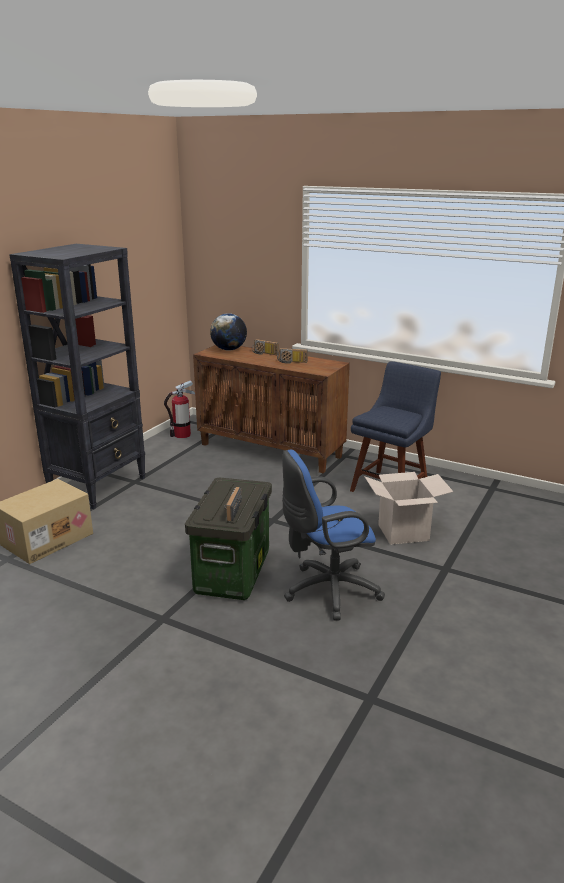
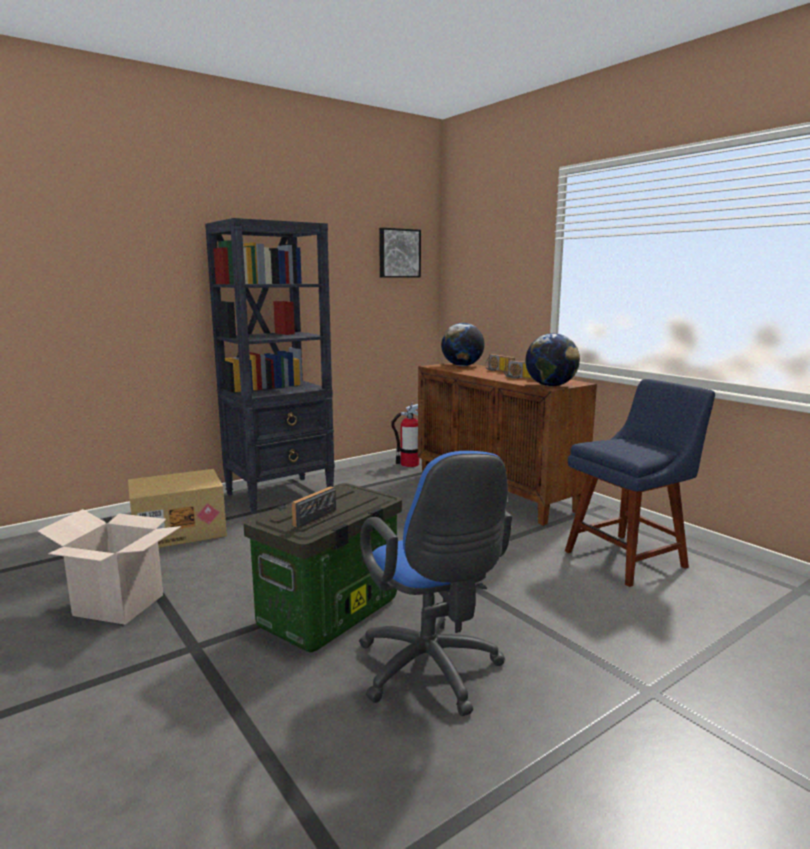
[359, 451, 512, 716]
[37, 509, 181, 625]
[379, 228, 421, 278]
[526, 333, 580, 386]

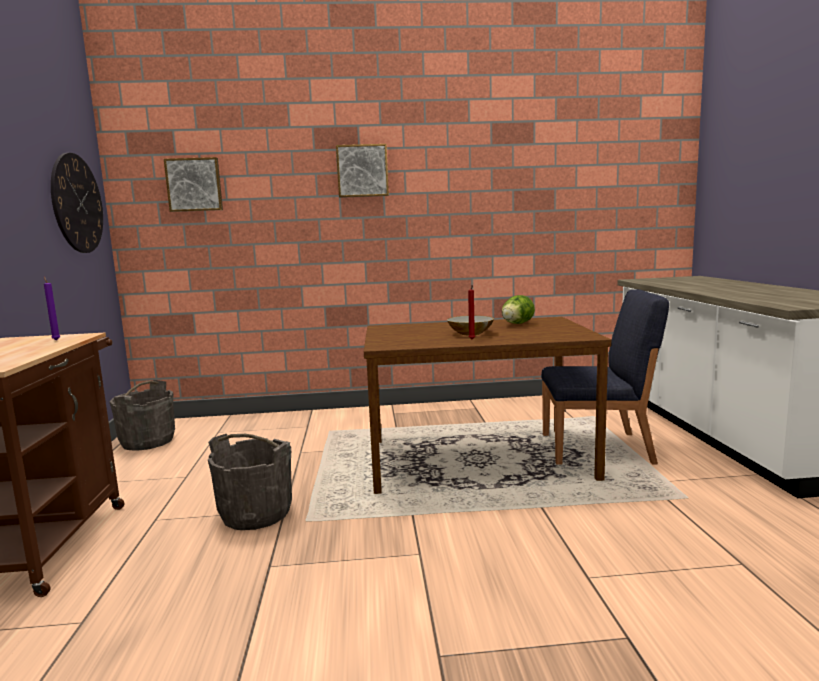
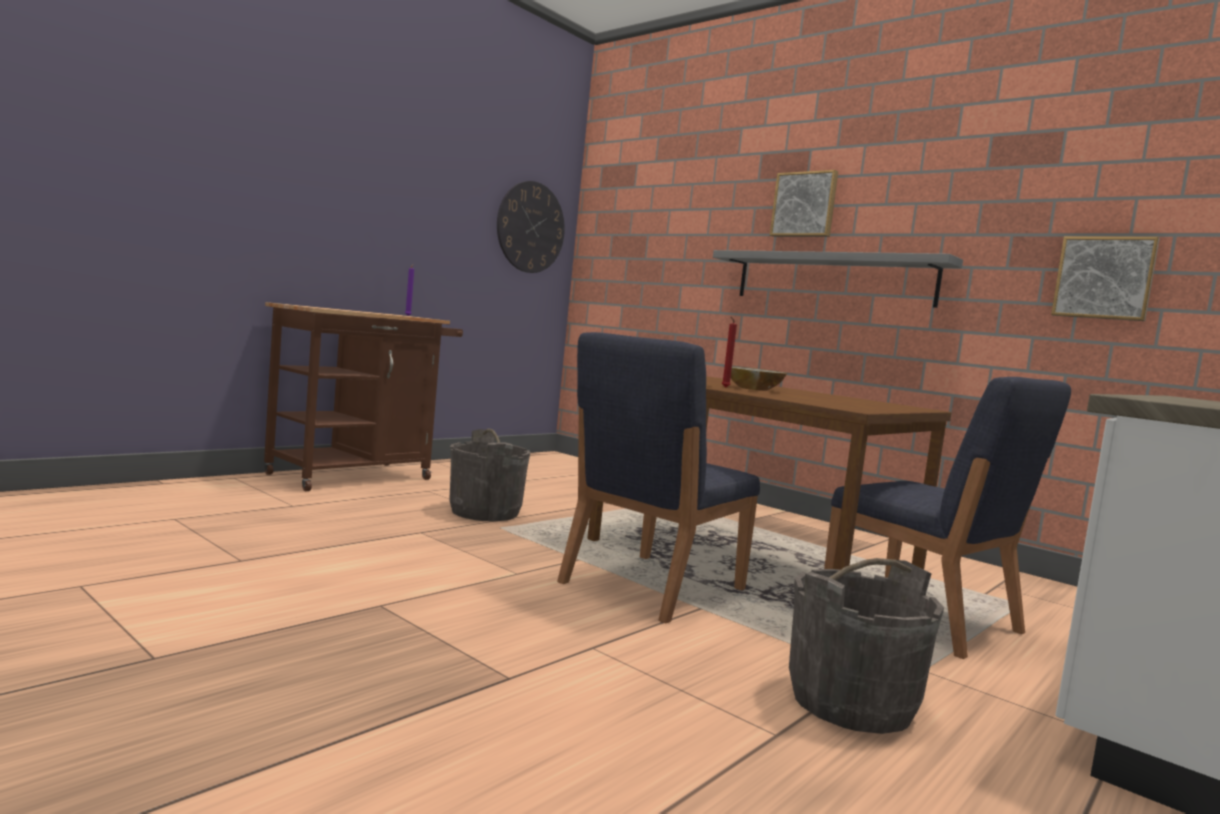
[1051, 237, 1160, 321]
[502, 295, 535, 324] (first image)
[789, 558, 944, 734]
[713, 250, 963, 308]
[557, 332, 760, 623]

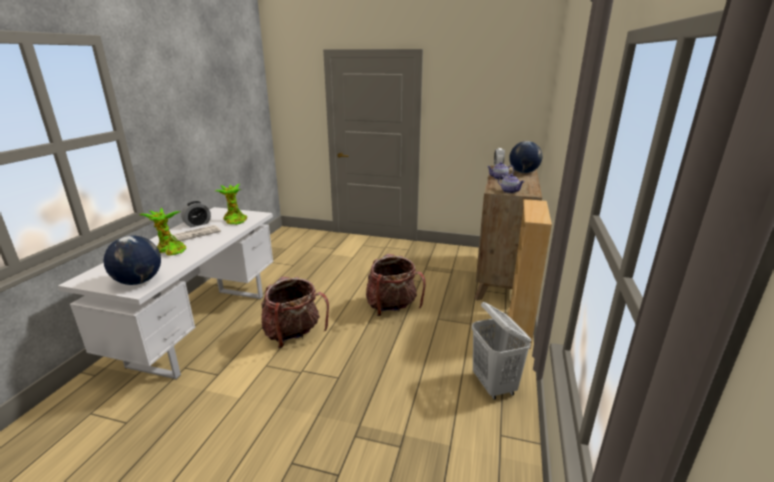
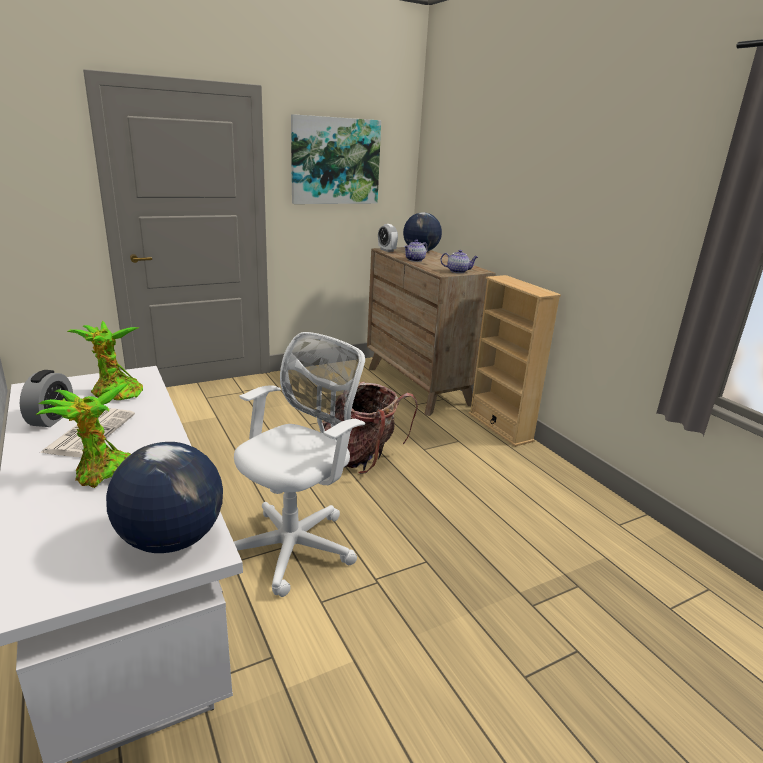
[233, 332, 365, 597]
[472, 302, 531, 400] (first image)
[291, 114, 381, 204]

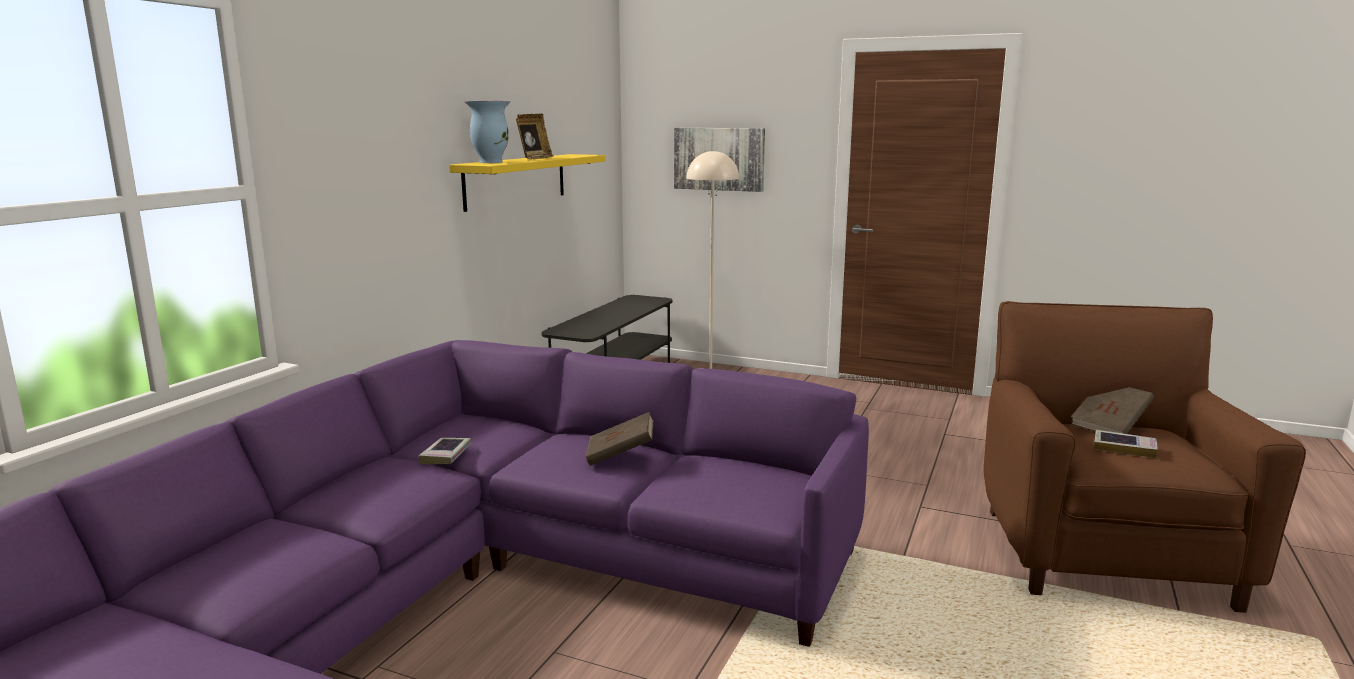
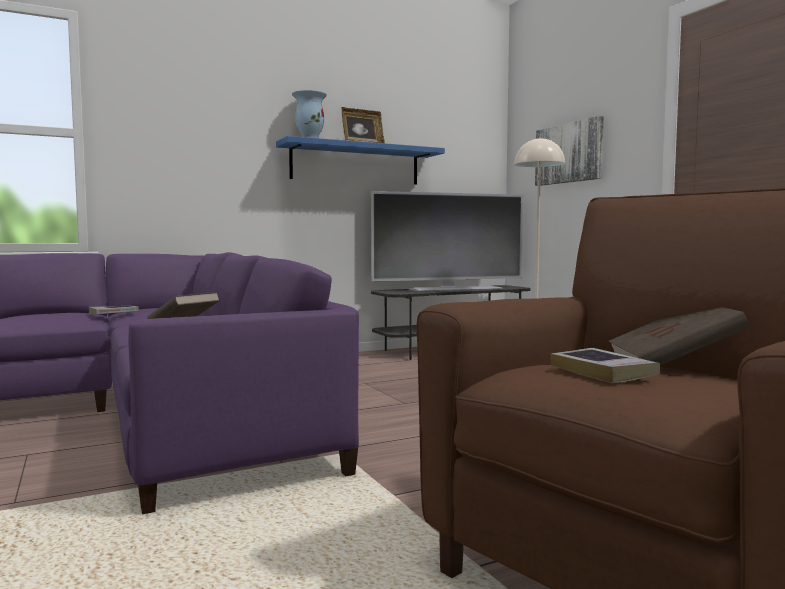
[276, 136, 445, 185]
[371, 191, 523, 292]

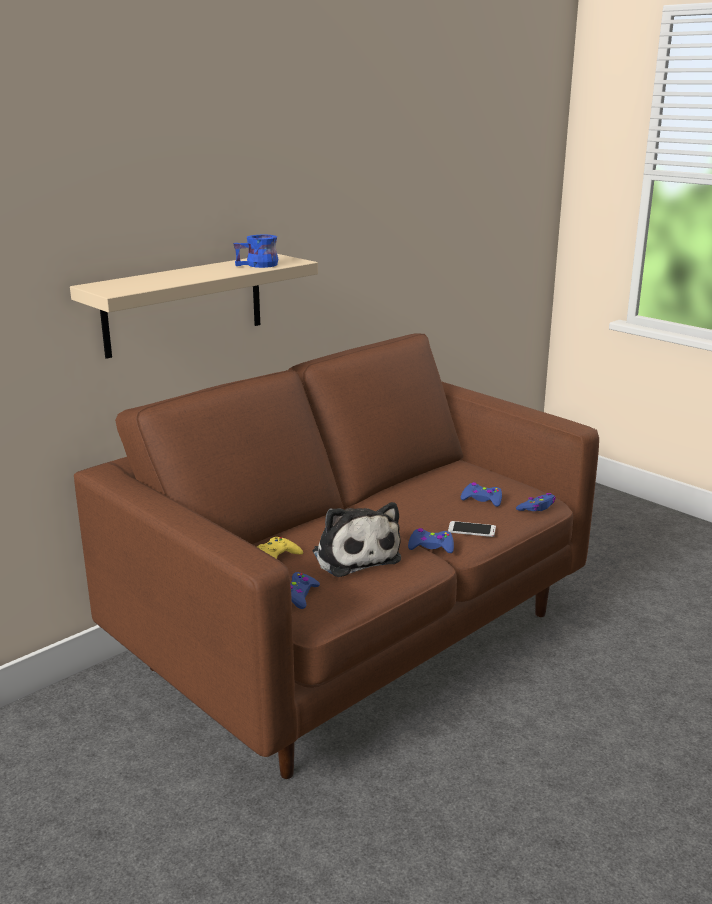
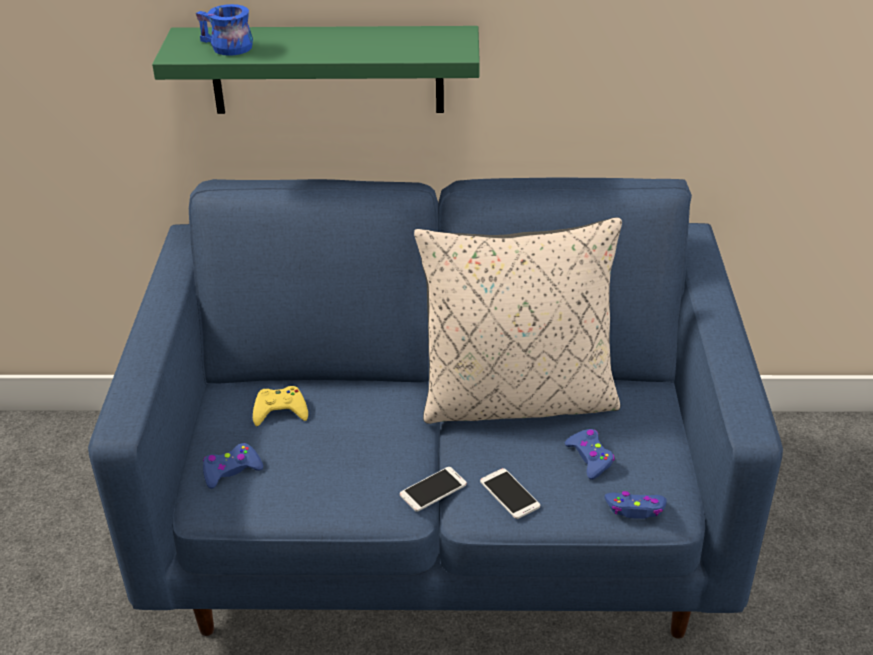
[196, 4, 253, 56]
[152, 26, 480, 114]
[88, 177, 783, 639]
[313, 502, 401, 577] (first image)
[400, 467, 467, 512]
[414, 217, 622, 424]

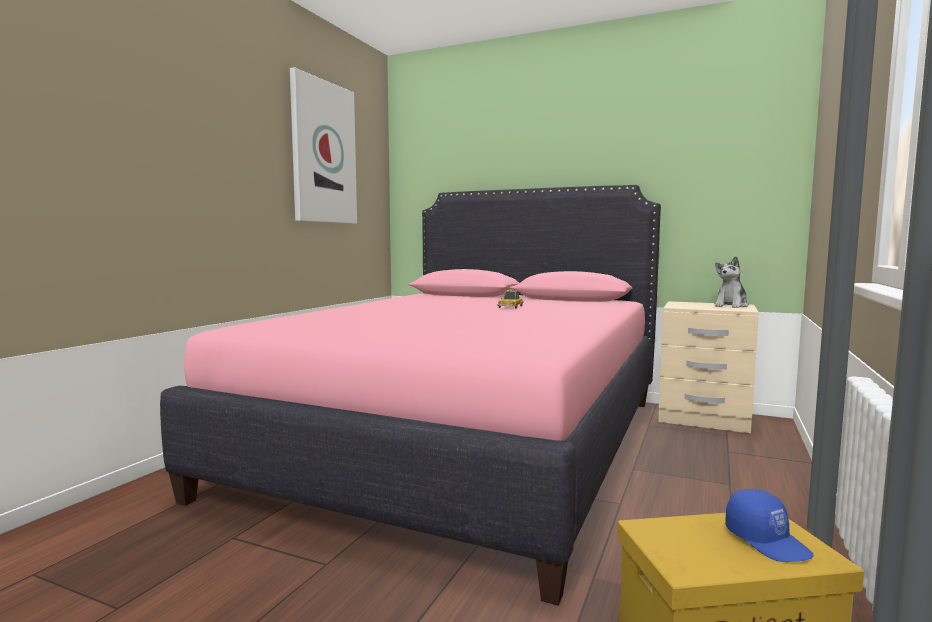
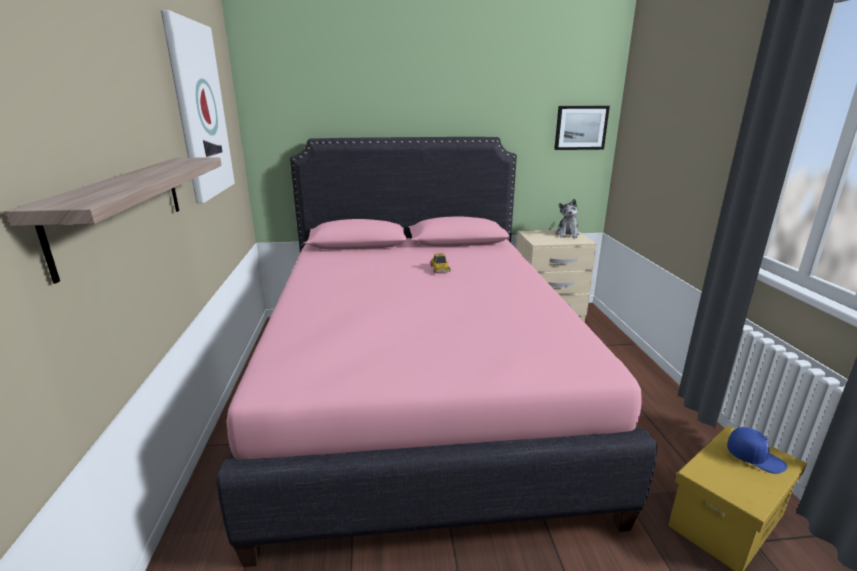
[554, 106, 610, 150]
[6, 157, 222, 284]

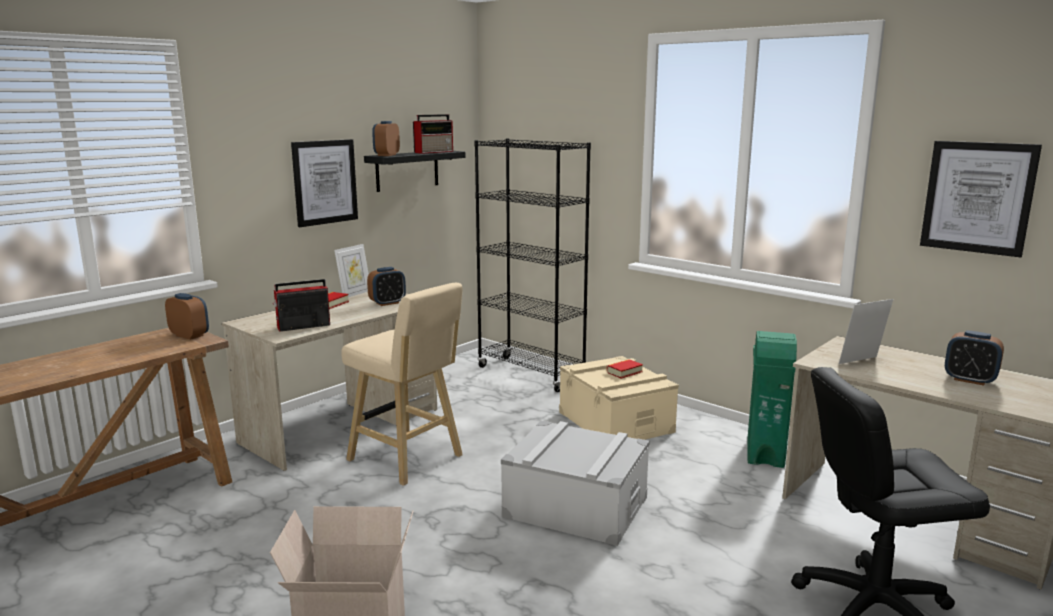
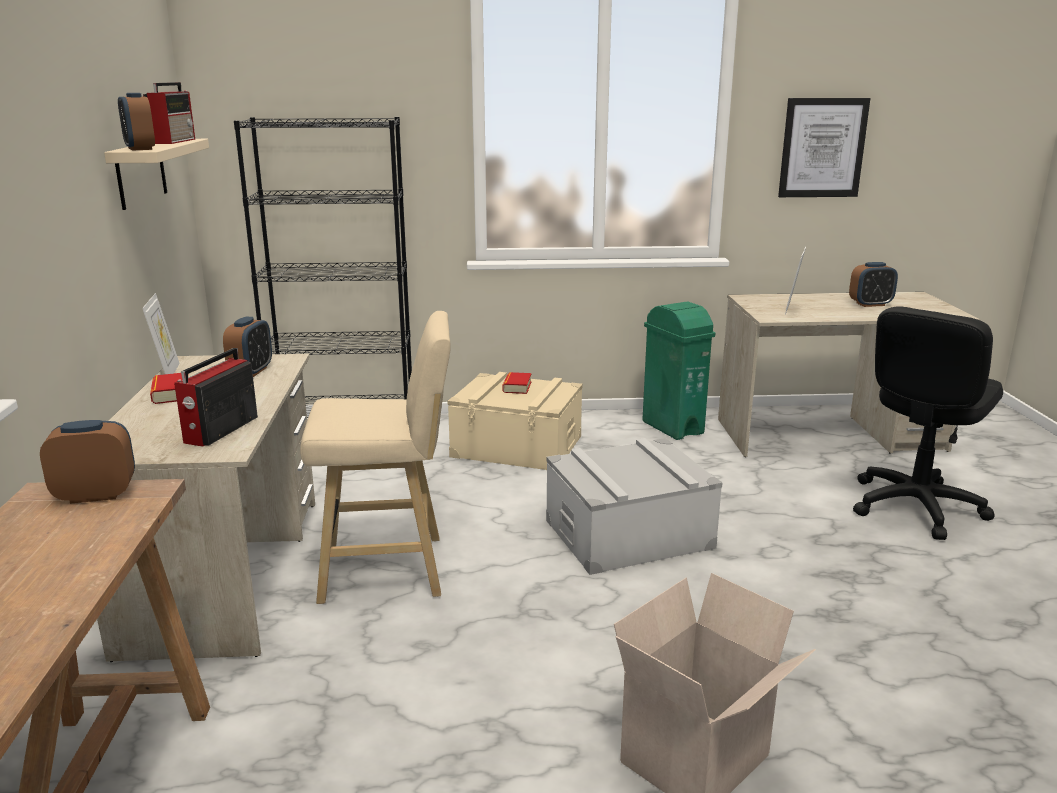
[291, 139, 358, 227] (first image)
[104, 139, 209, 210]

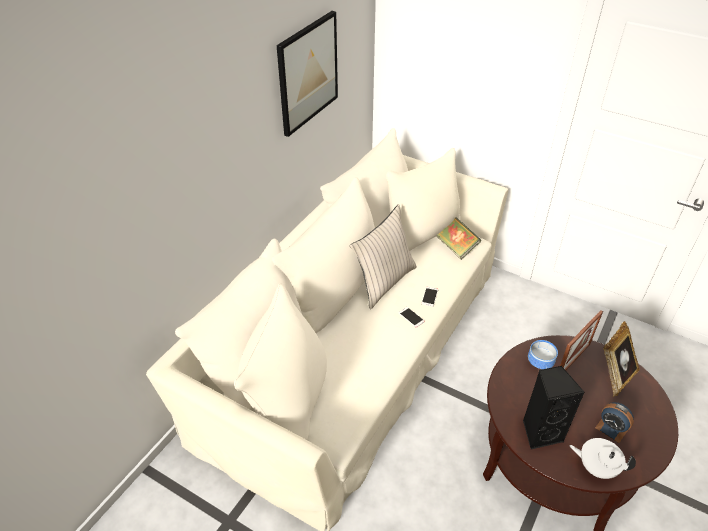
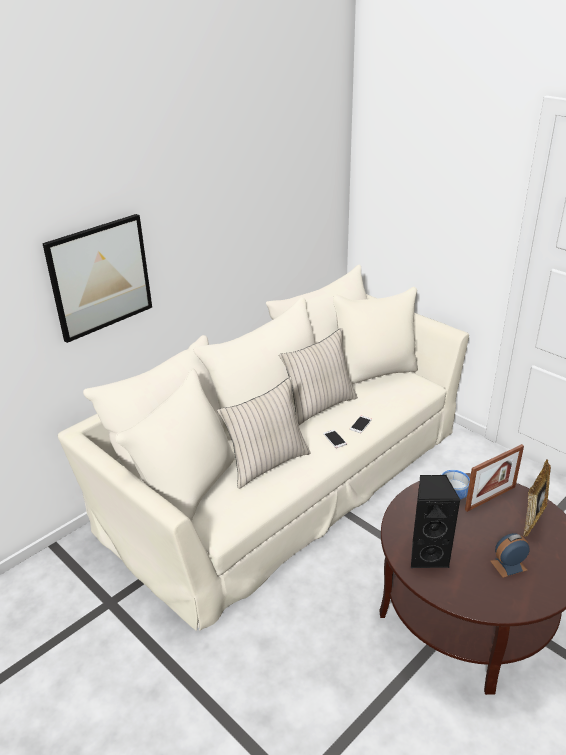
[42, 214, 152, 343]
[437, 217, 481, 260] (first image)
[490, 533, 530, 578]
[570, 438, 636, 479] (first image)
[217, 377, 311, 489]

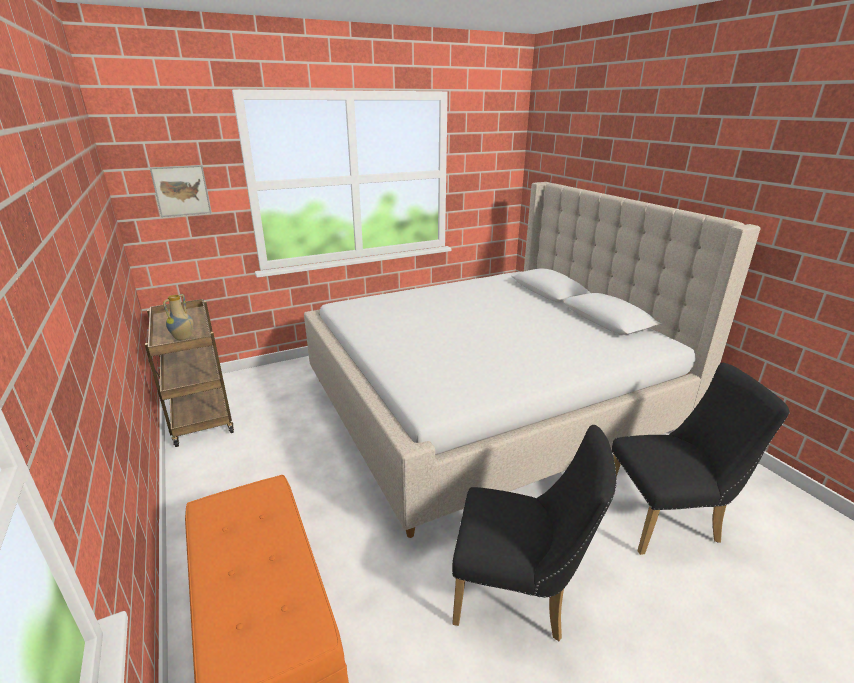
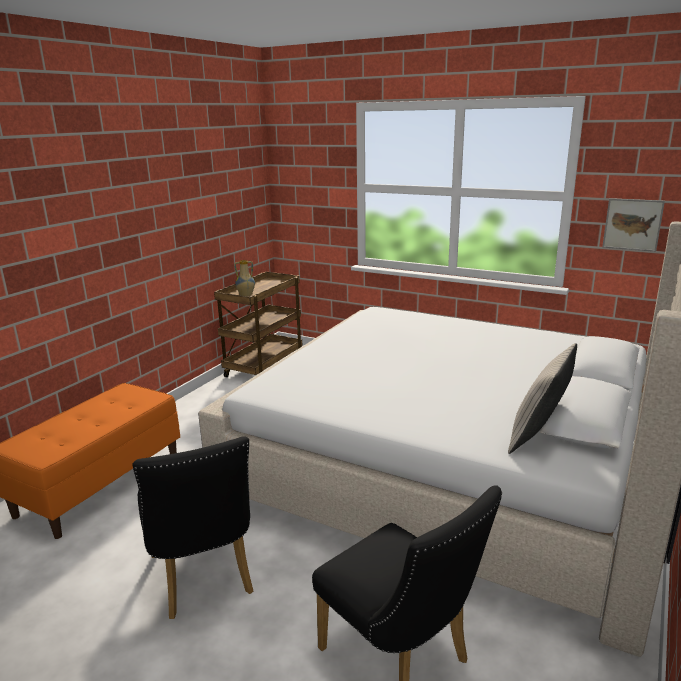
[602, 198, 665, 252]
[508, 343, 577, 454]

